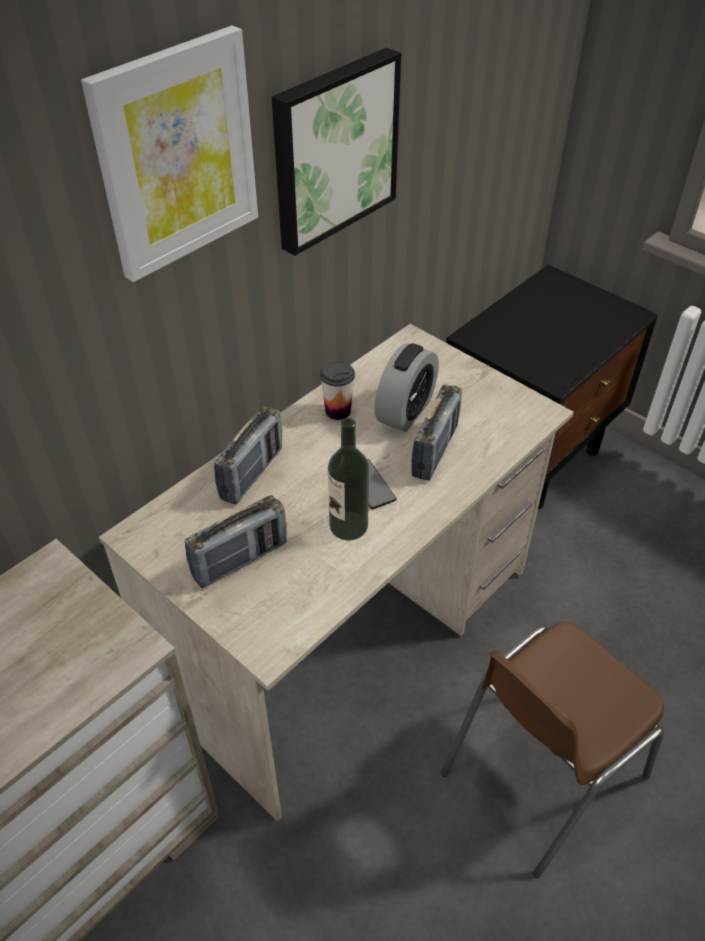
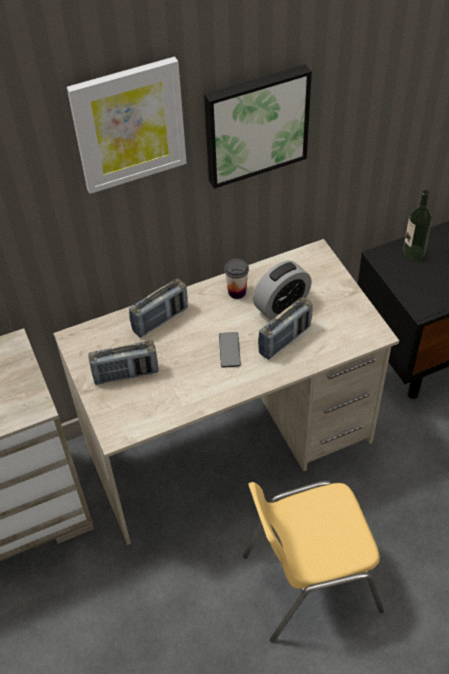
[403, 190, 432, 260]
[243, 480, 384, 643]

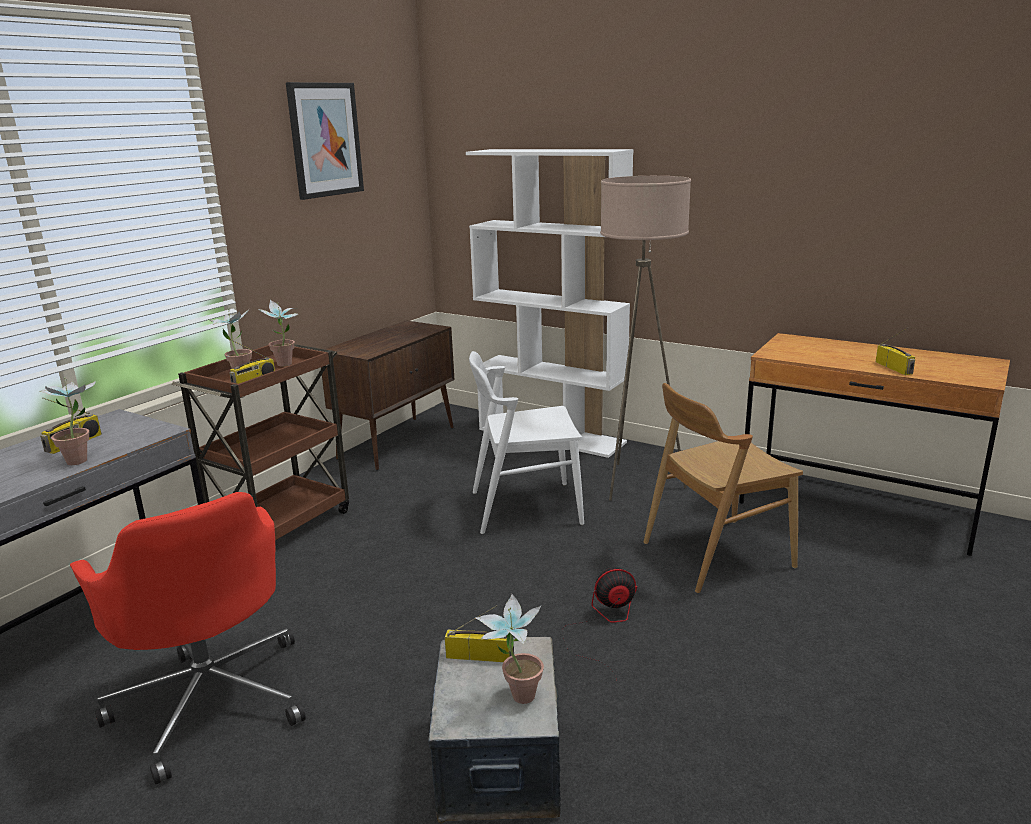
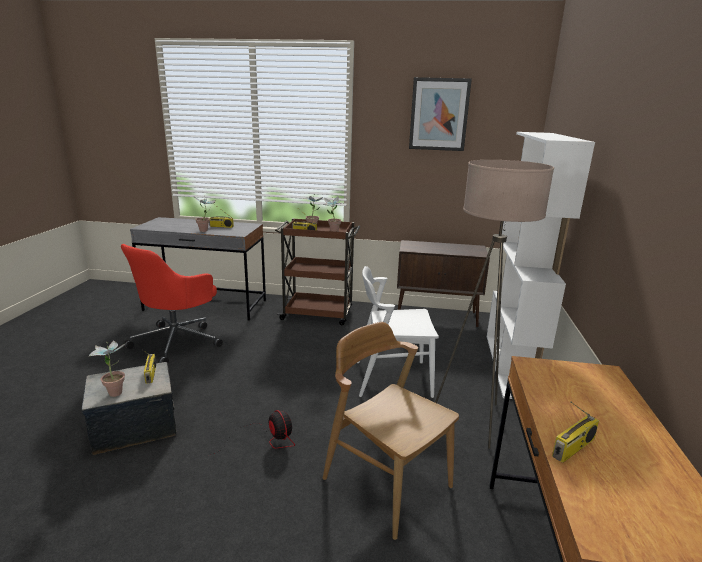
[357, 266, 439, 398]

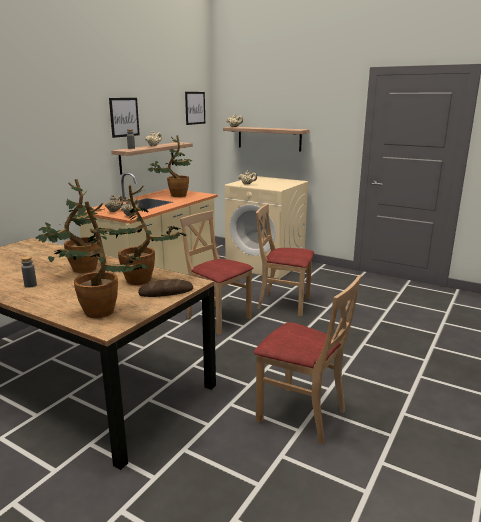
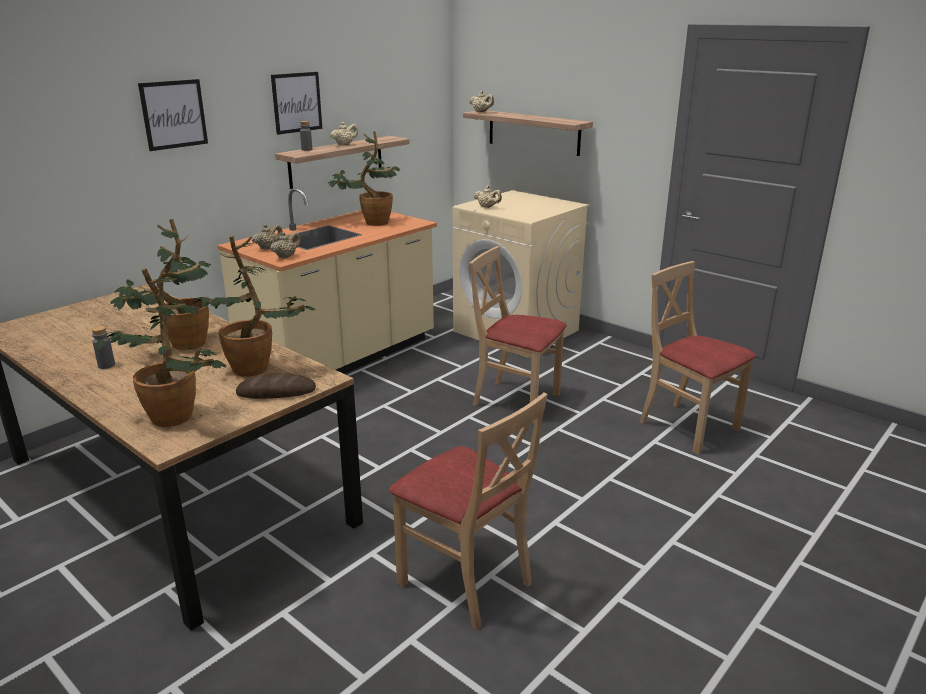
[138, 79, 208, 151]
[640, 261, 756, 454]

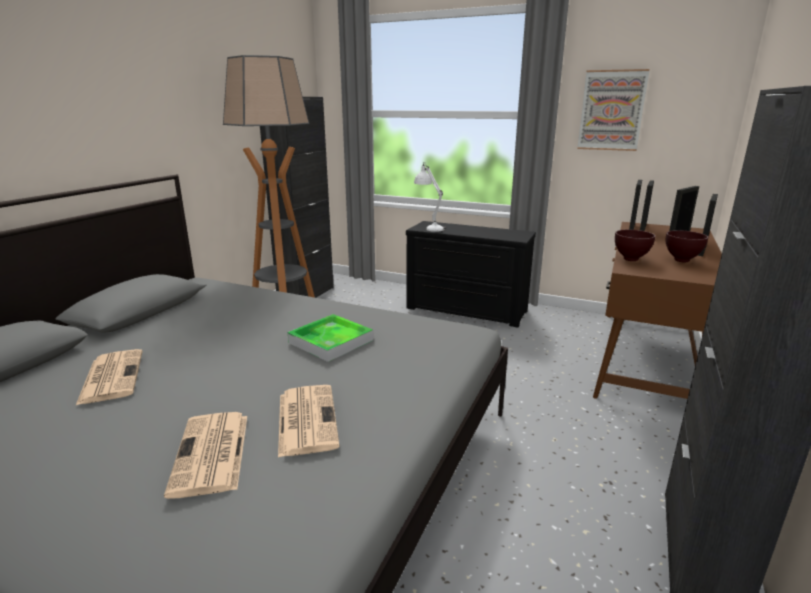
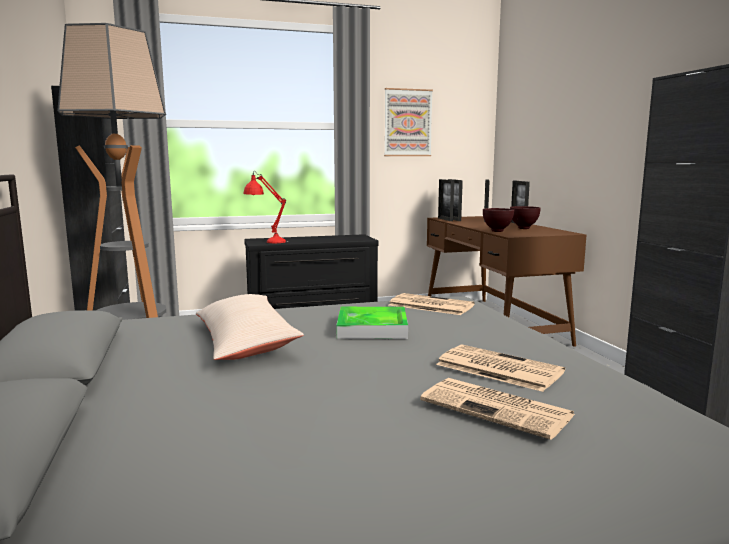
[244, 171, 289, 243]
[389, 293, 475, 315]
[196, 294, 304, 360]

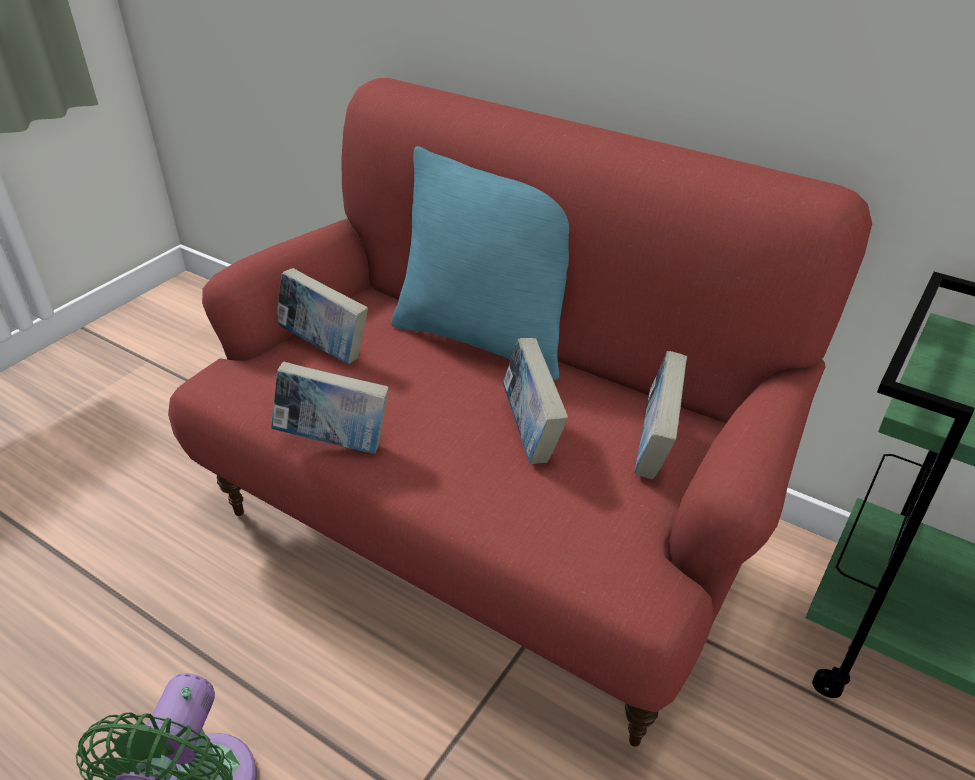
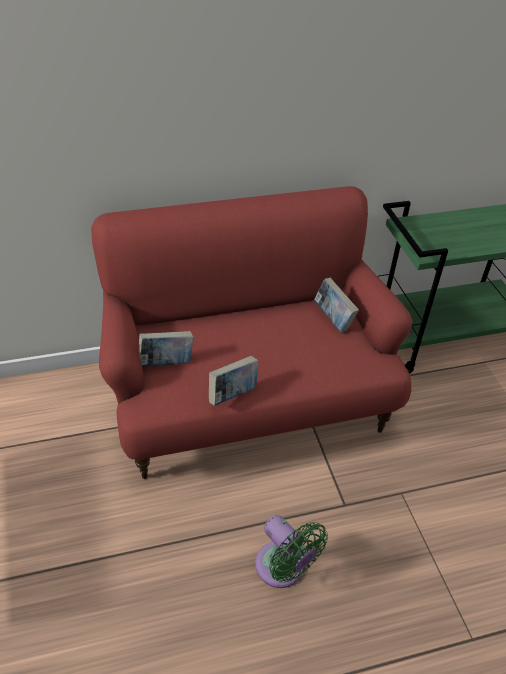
[391, 146, 569, 380] (first image)
[503, 338, 568, 464] (first image)

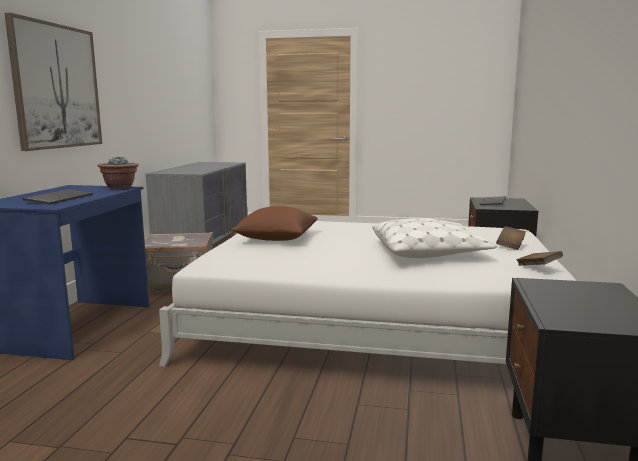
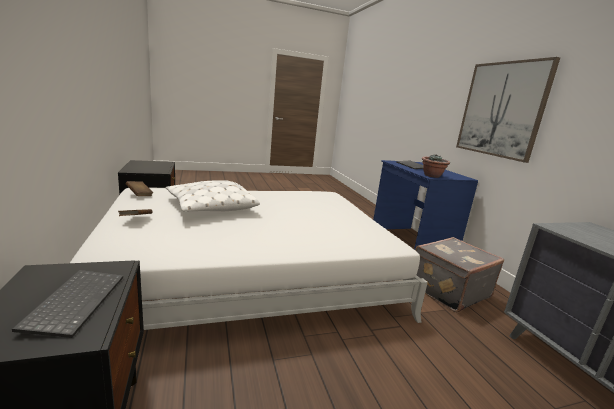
[232, 206, 317, 241] (first image)

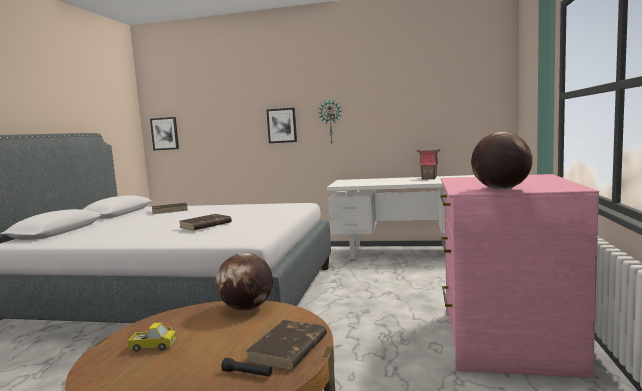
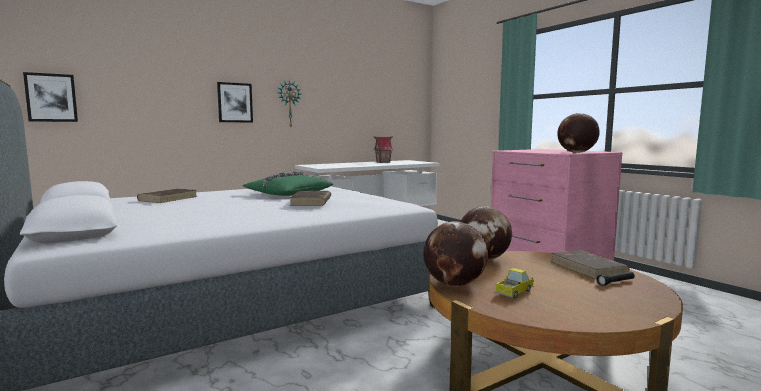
[242, 171, 334, 196]
[423, 221, 488, 286]

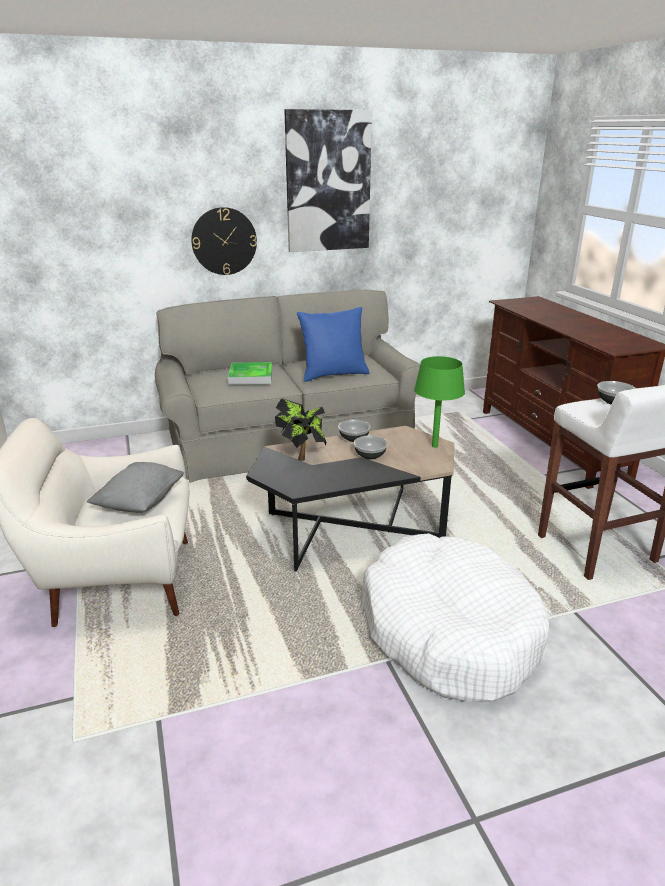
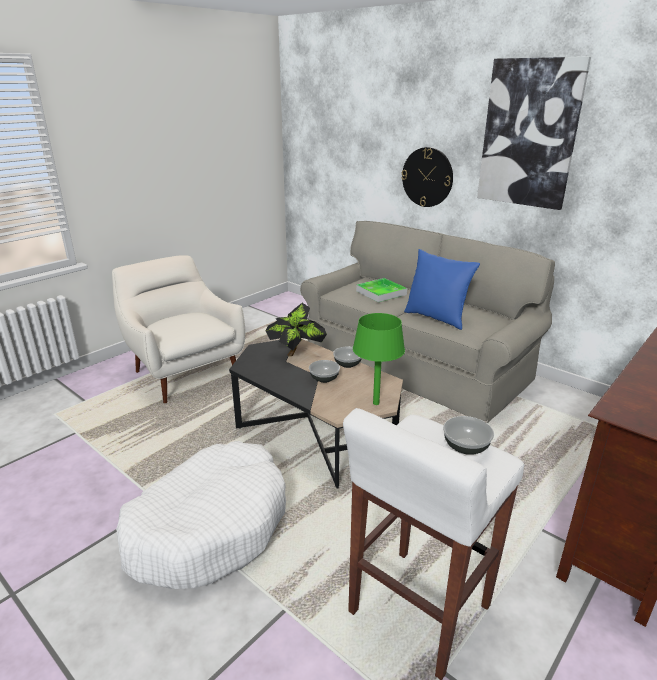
[87, 462, 184, 513] (first image)

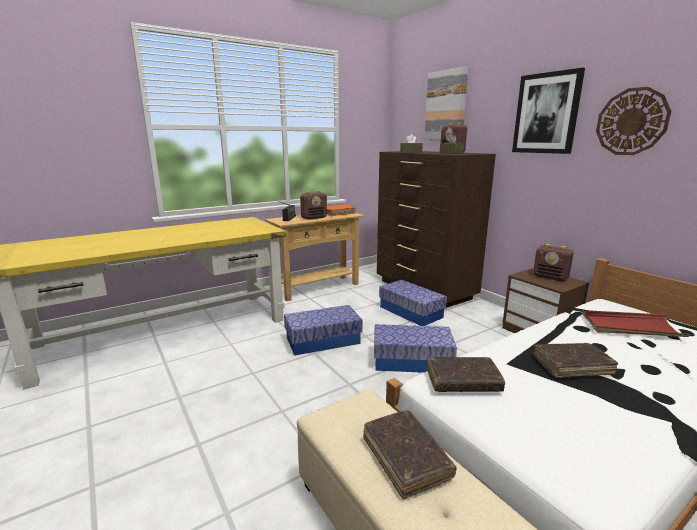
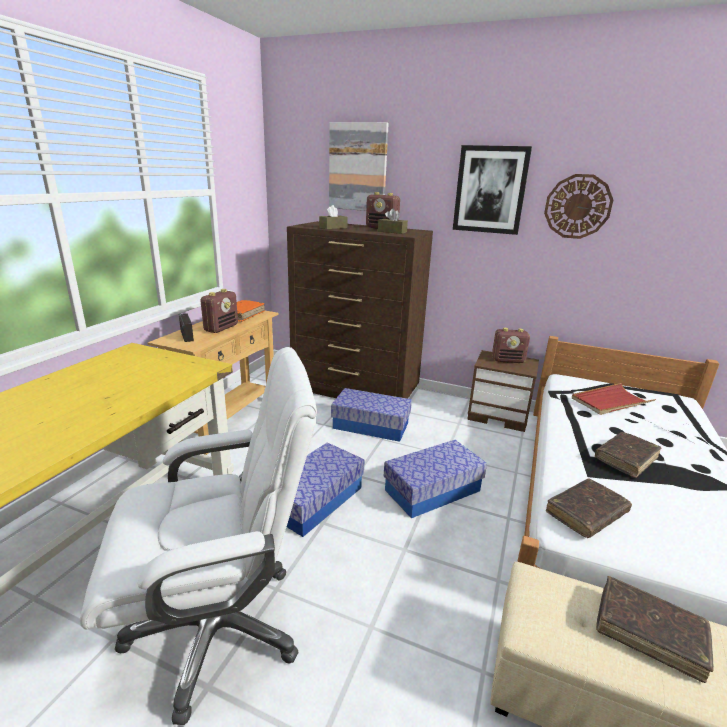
[80, 347, 317, 725]

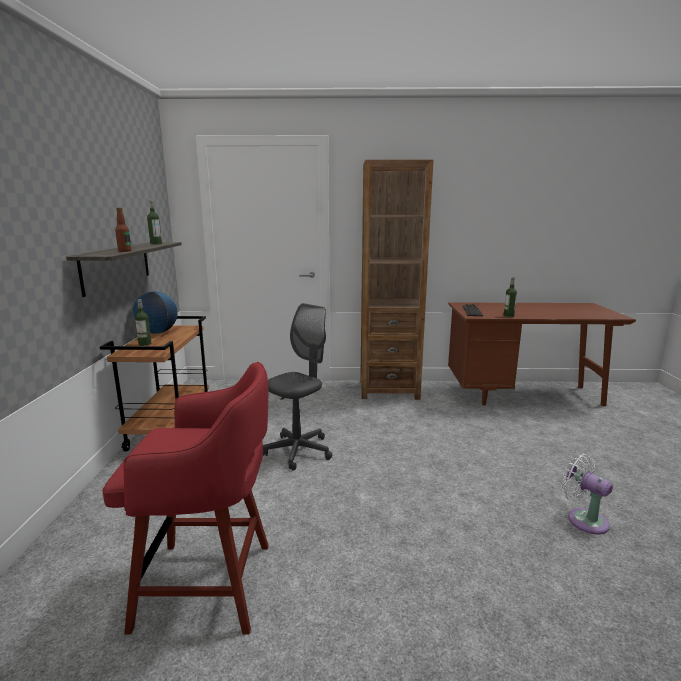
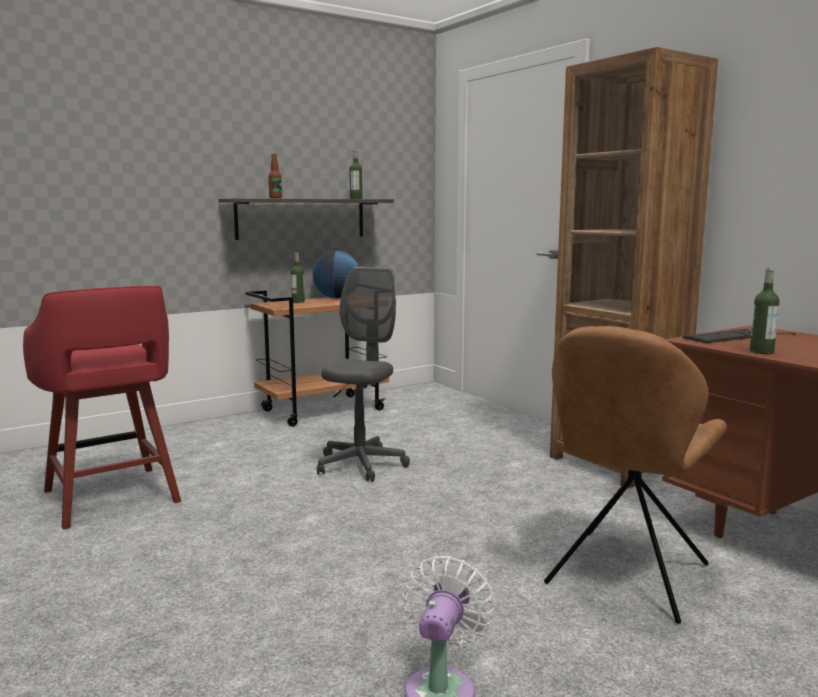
[317, 267, 410, 482]
[544, 326, 727, 624]

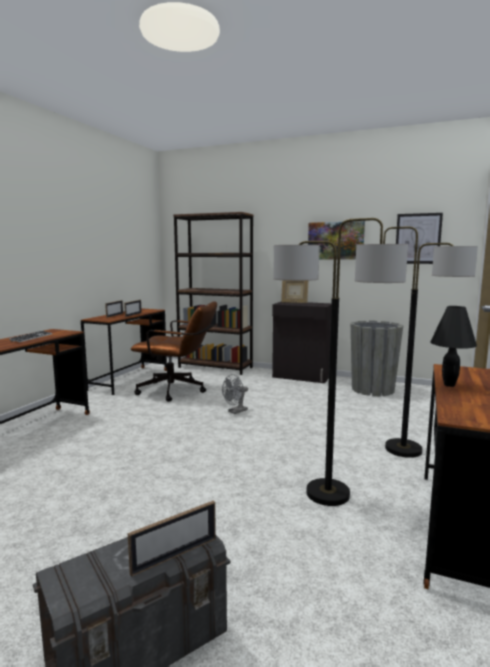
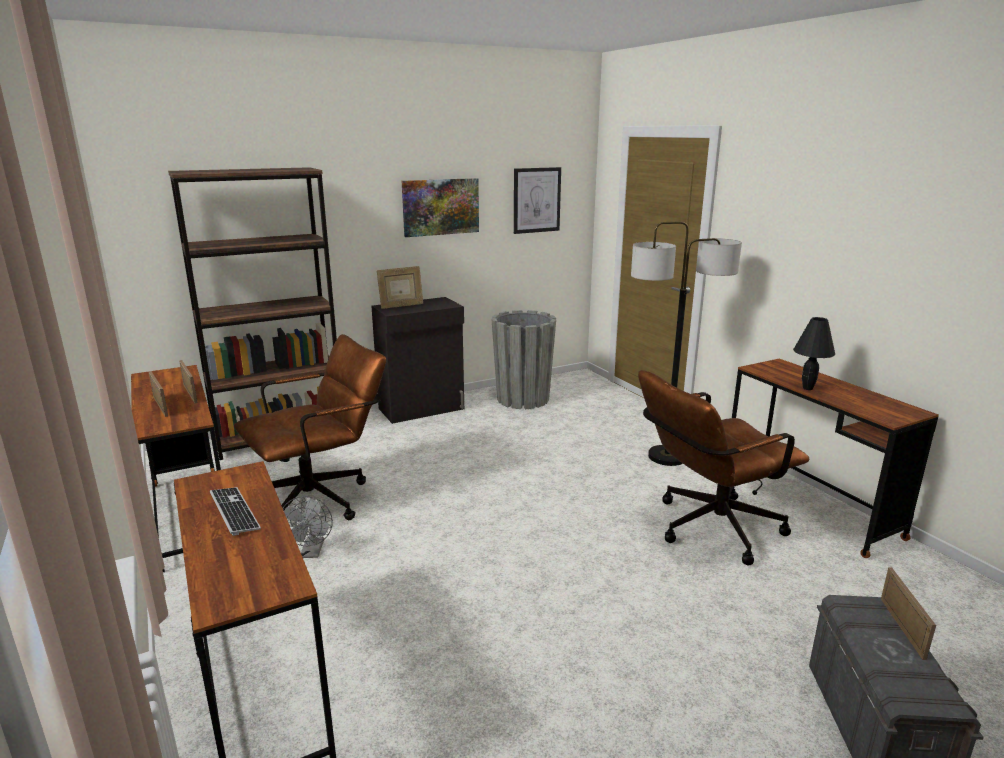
[638, 370, 809, 565]
[283, 496, 333, 558]

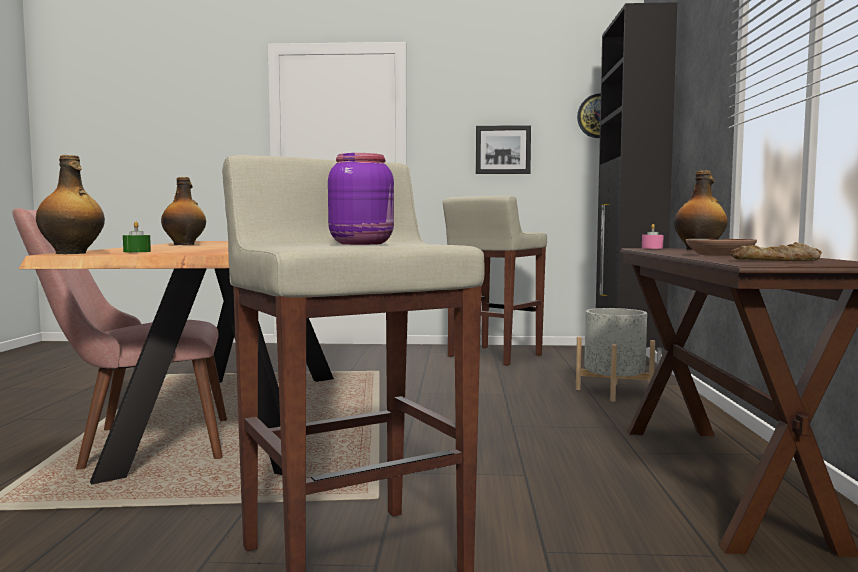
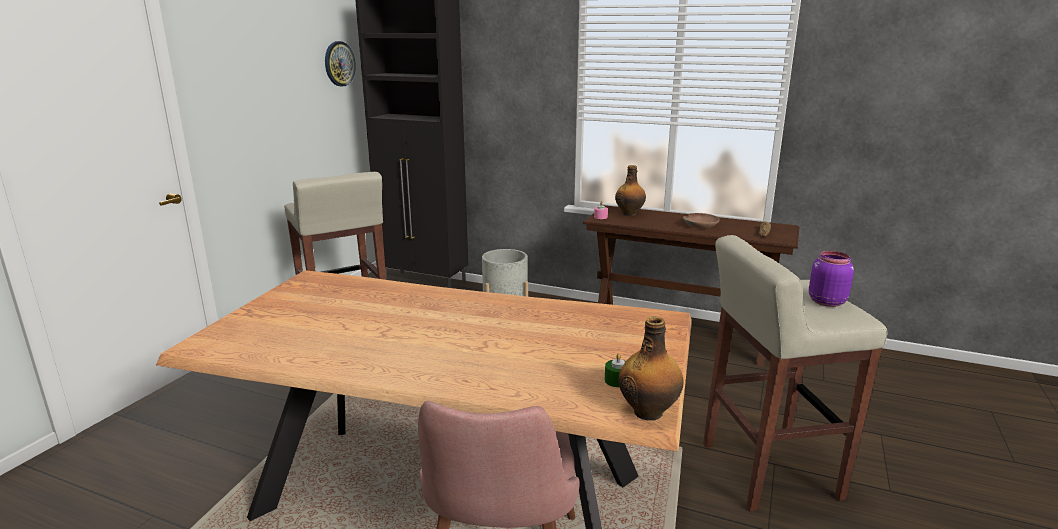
[476, 125, 531, 174] (first image)
[161, 177, 206, 245] (first image)

